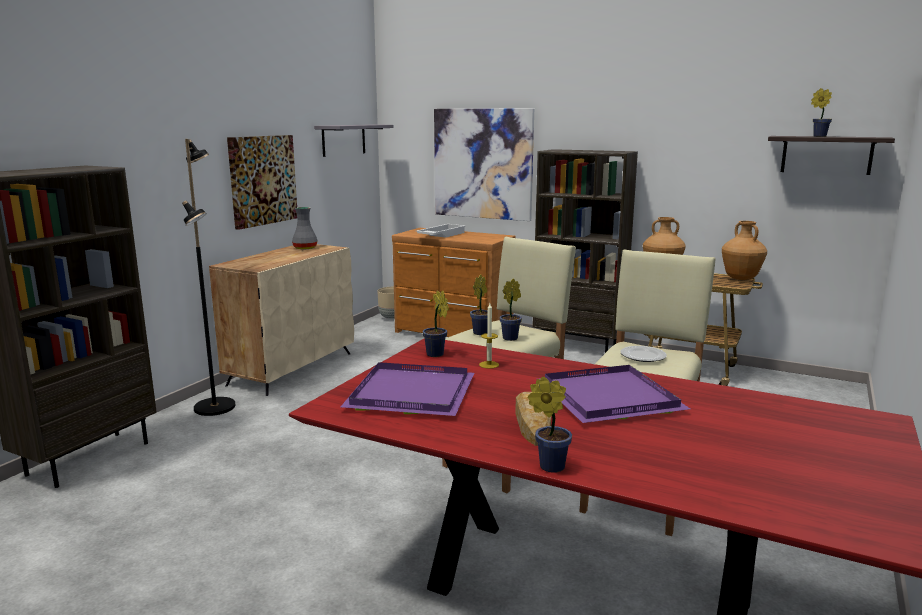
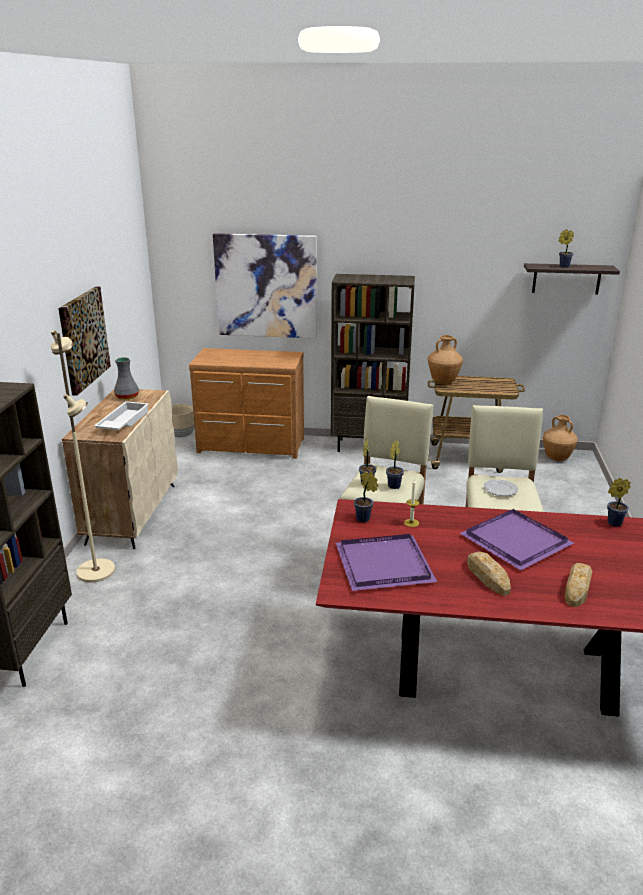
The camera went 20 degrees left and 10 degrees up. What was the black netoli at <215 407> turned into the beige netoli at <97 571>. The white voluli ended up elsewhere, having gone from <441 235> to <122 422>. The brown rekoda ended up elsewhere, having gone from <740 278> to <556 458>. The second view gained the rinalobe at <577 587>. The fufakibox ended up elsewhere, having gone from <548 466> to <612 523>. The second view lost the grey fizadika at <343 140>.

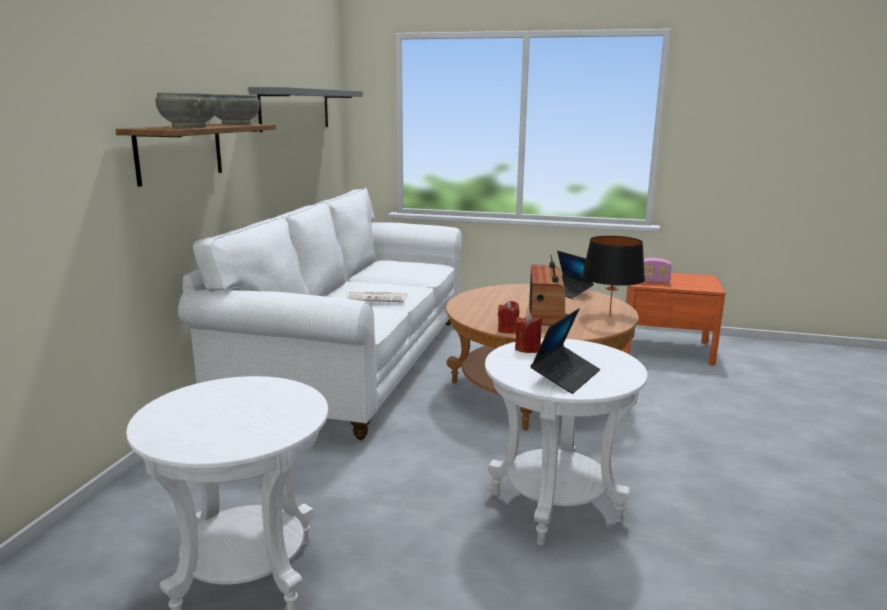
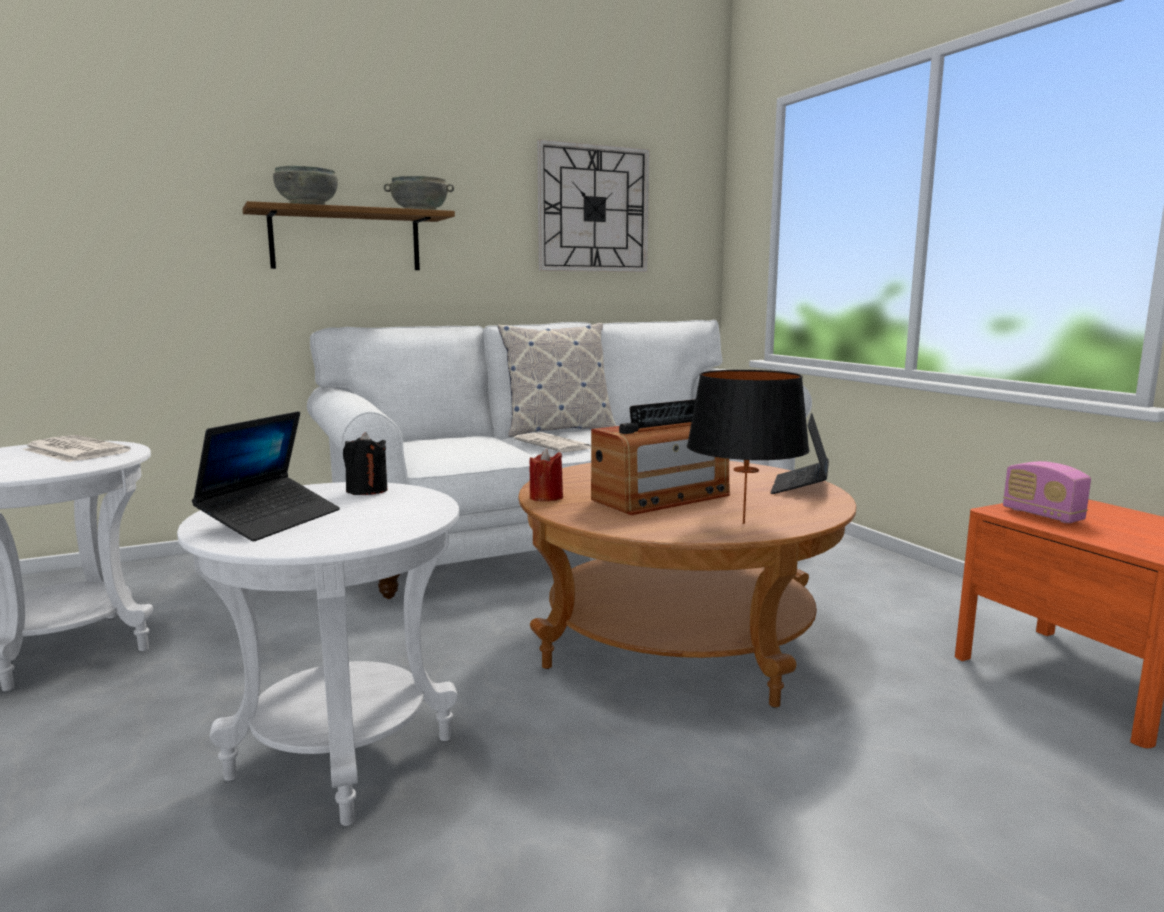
The camera went 50 degrees right and 5 degrees down. The second view gained the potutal at <74 450>. The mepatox at <565 376> ended up facing another way, 60 degrees counterclockwise from before. What was the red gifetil at <527 349> turned into the black gifetil at <367 490>. The second view gained the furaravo at <558 430>. Where the grey fizadika hung at <295 109>, the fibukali came to hang at <593 209>.

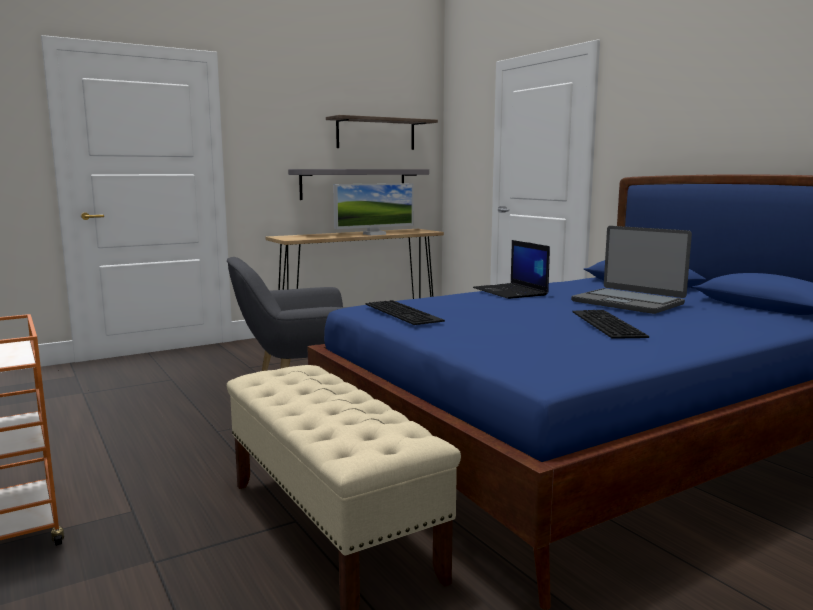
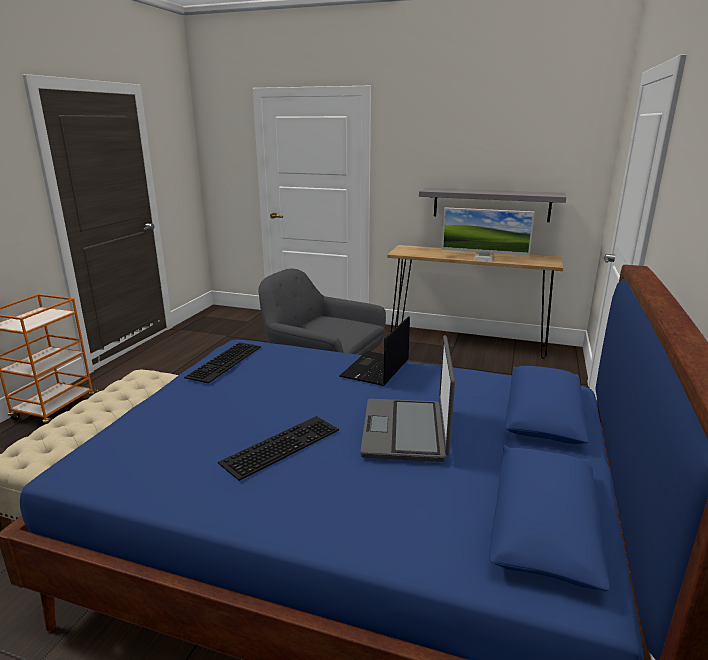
The camera went 50 degrees right and 10 degrees up. The second view lost the fizadika at <376 134>.

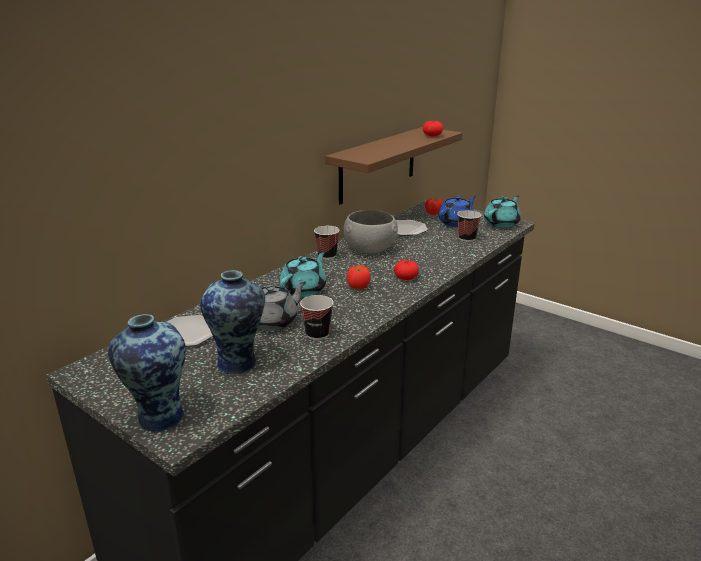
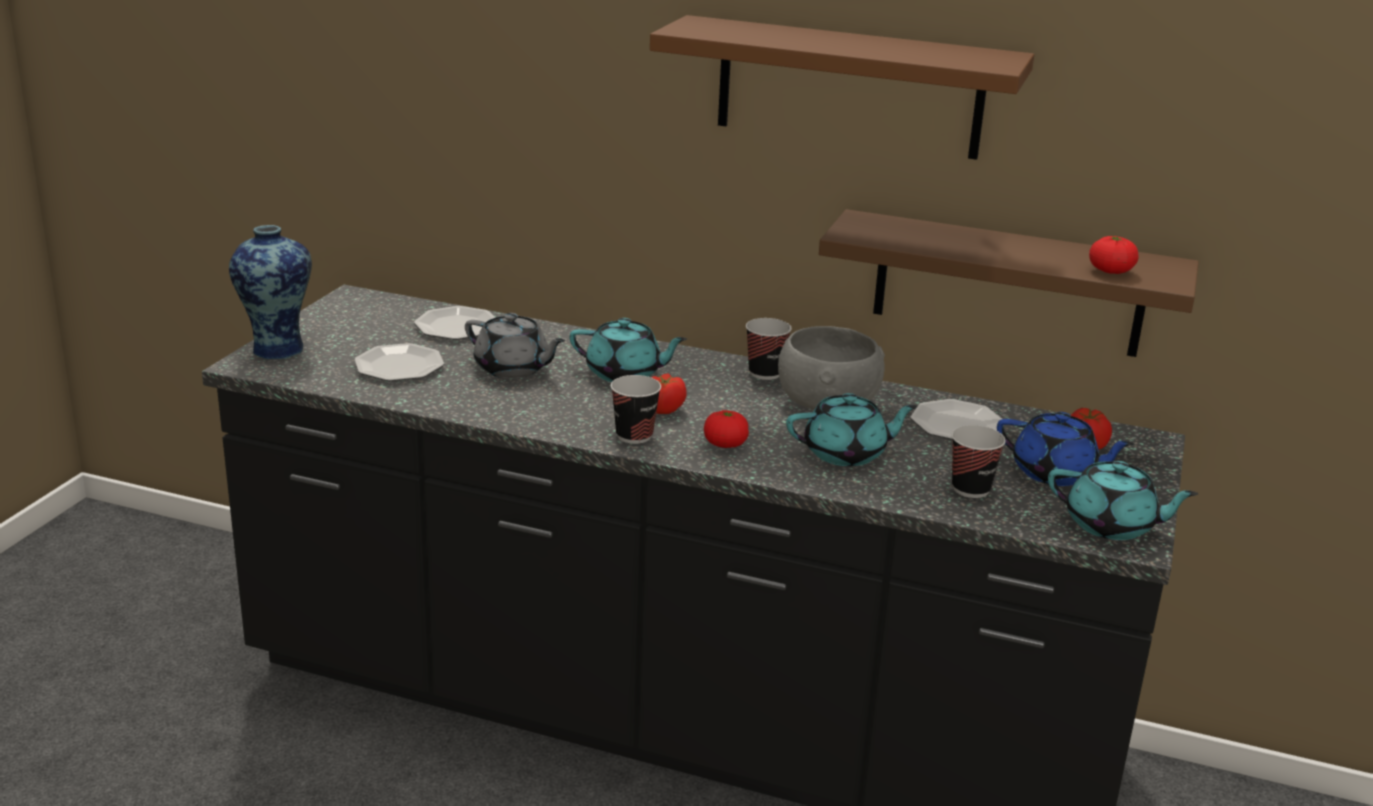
The camera went 70 degrees right and 0 degrees up. Where the rekoda stood at <239 363>, the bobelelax came to stand at <399 367>. The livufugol ended up elsewhere, having gone from <317 334> to <634 435>. The second view gained the brown fizadika at <849 88>. The second view gained the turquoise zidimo at <846 453>.

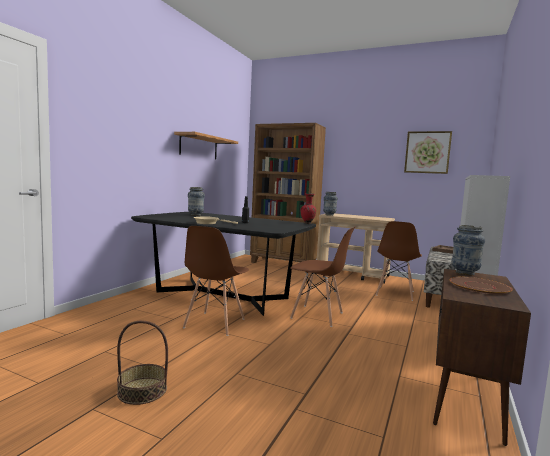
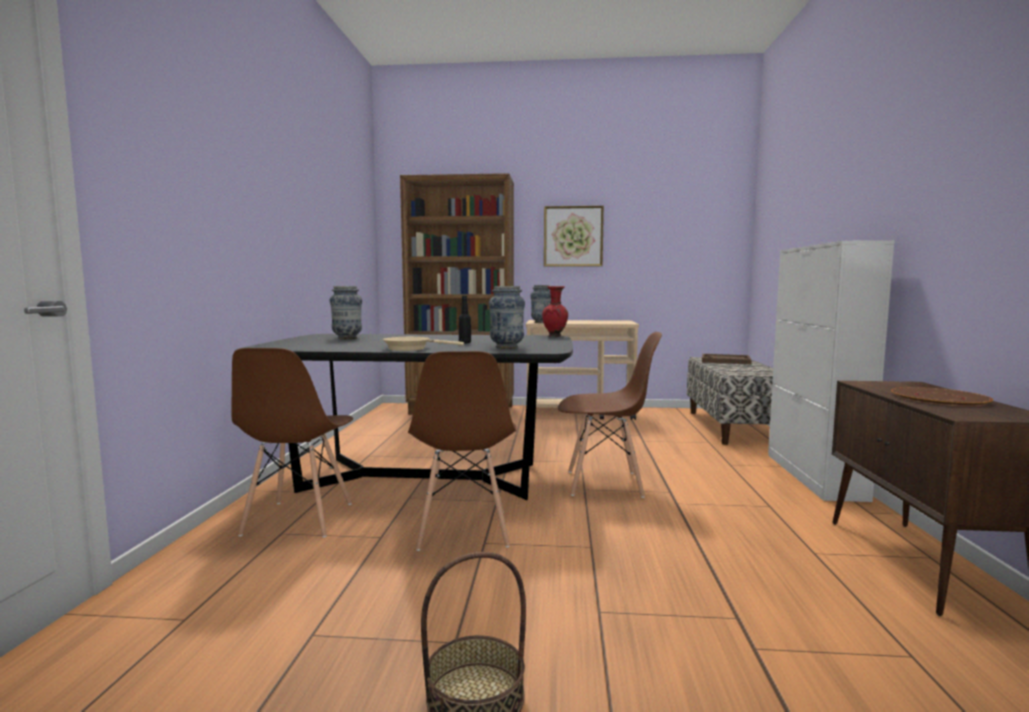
The camera went 20 degrees left and 0 degrees up. The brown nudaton ended up elsewhere, having gone from <395 293> to <298 519>. The rekoda ended up elsewhere, having gone from <465 273> to <507 347>. The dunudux ended up elsewhere, having gone from <427 152> to <573 236>. The second view lost the fizadika at <199 147>.

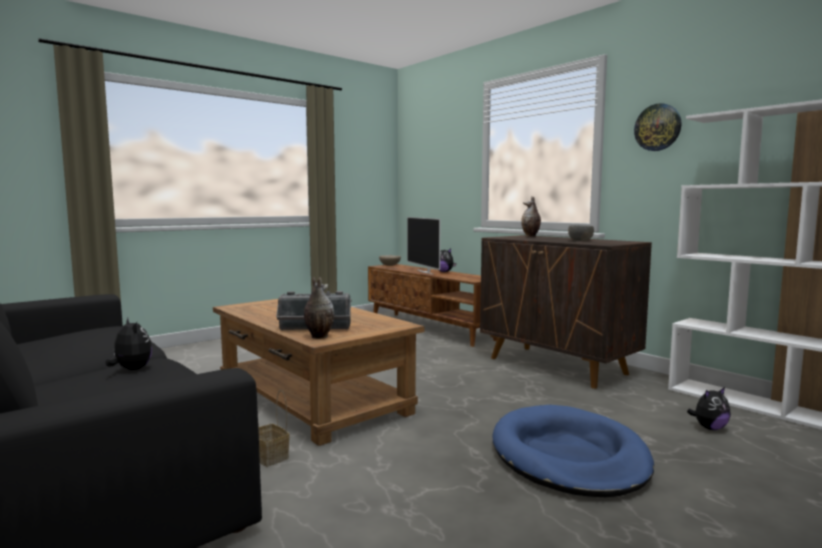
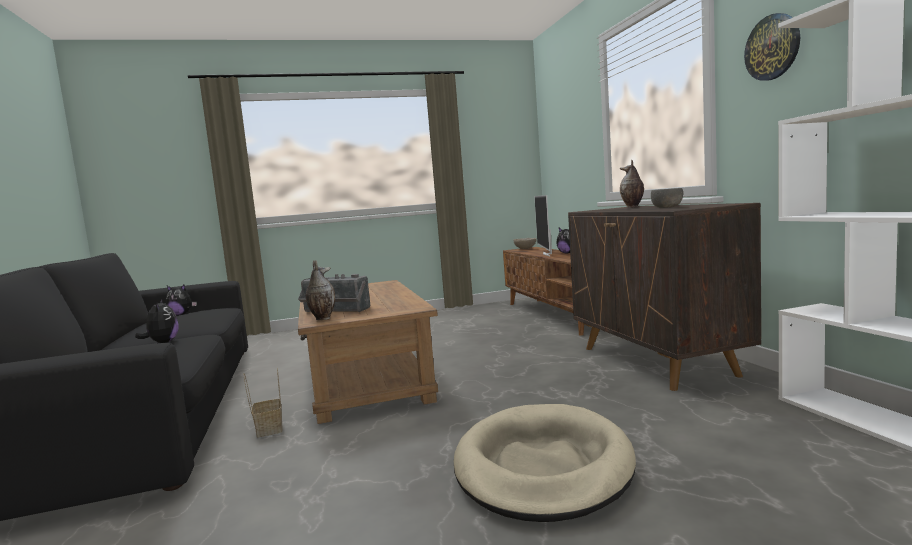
The camera went 25 degrees right and 0 degrees up. The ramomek ended up elsewhere, having gone from <709 428> to <181 314>. What was the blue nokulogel at <568 456> turned into the beige nokulogel at <543 466>.

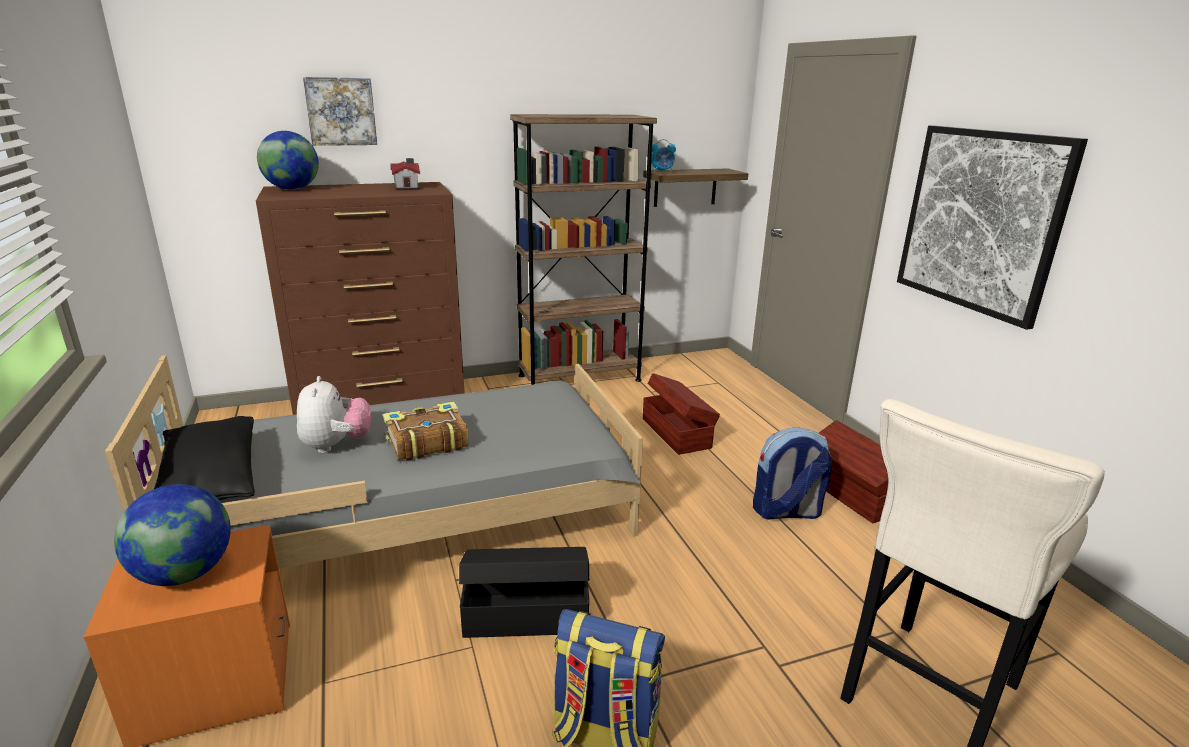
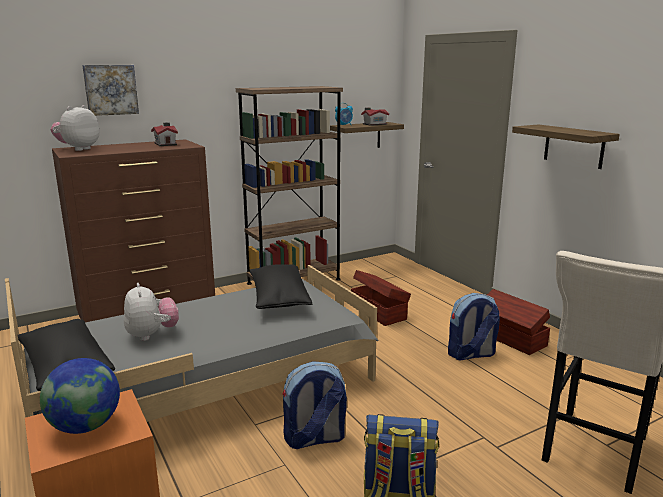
The camera went 10 degrees left and 5 degrees down. Where the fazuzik stood at <292 189>, the ramomek came to stand at <78 149>. The second view gained the black furaravo at <279 299>. Where the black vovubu stood at <525 613>, the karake came to stand at <314 439>. The second view gained the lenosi at <374 124>. Where the dunudux hung at <980 221>, the fizadika came to hang at <574 146>. The second view lost the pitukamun at <426 442>.

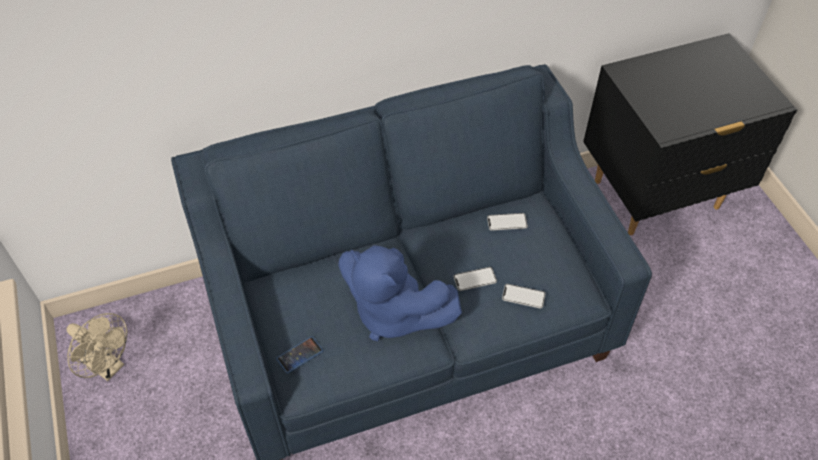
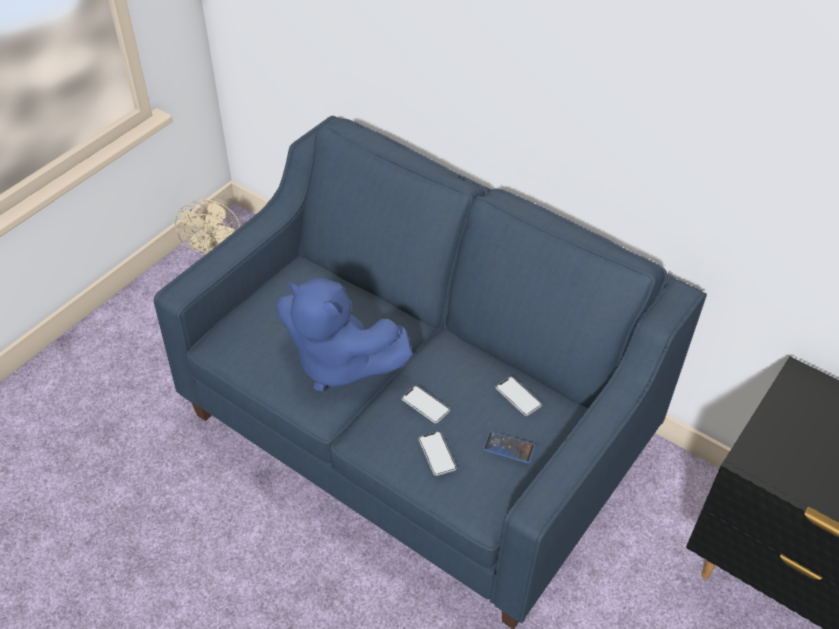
The camera went 55 degrees right and 5 degrees down. The blue ramomek at <392 312> ended up facing another way, 60 degrees counterclockwise from before. The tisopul ended up elsewhere, having gone from <300 355> to <508 448>.

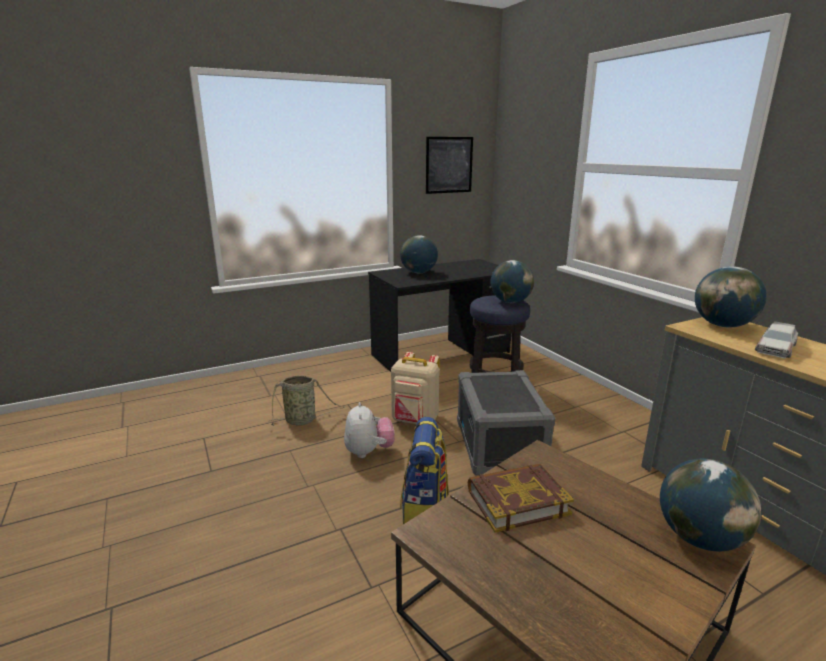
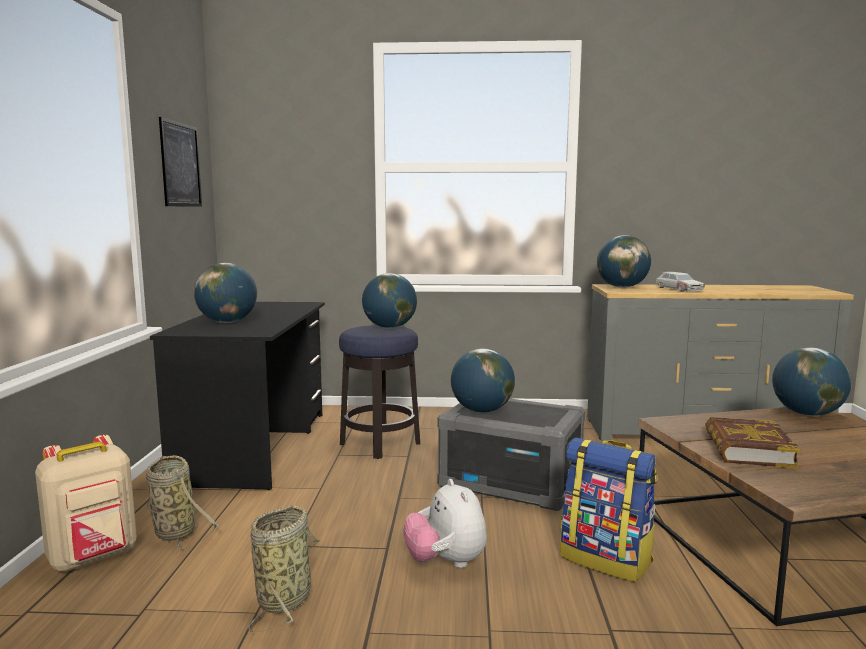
The camera went 60 degrees left and 10 degrees down. The beige karake ended up elsewhere, having gone from <415 421> to <94 558>. The second view gained the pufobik at <174 531>. The ramomek at <369 452> ended up facing another way, 135 degrees counterclockwise from before. The second view gained the fazuzik at <482 411>.

